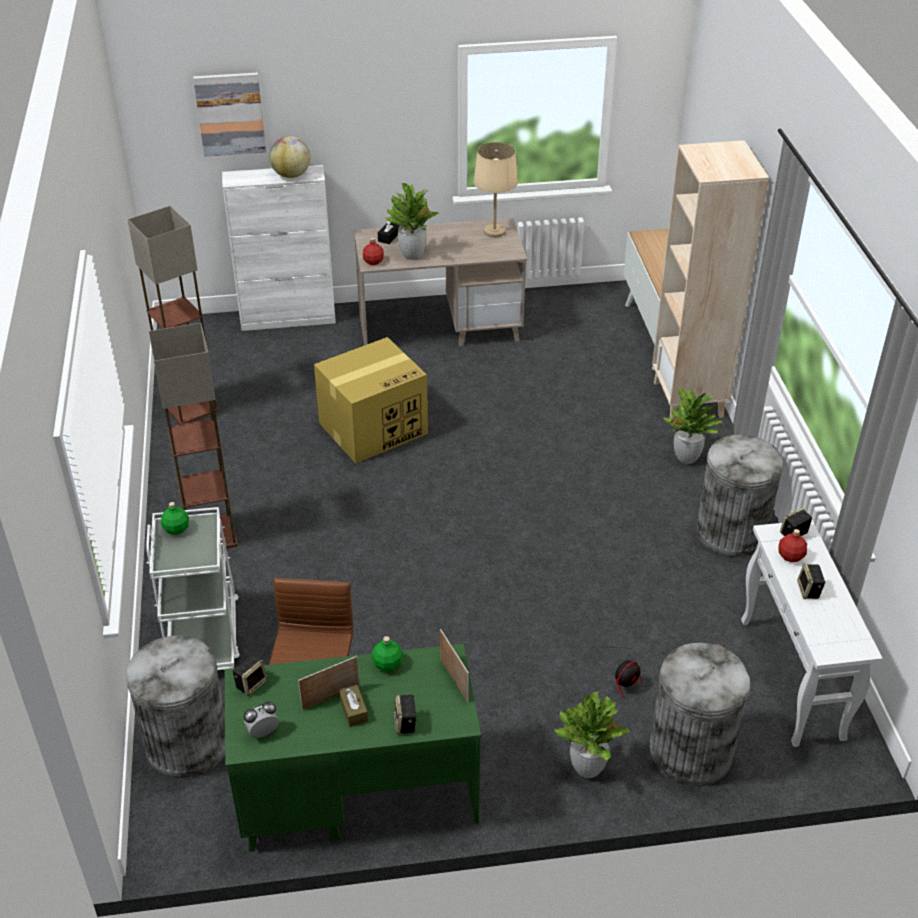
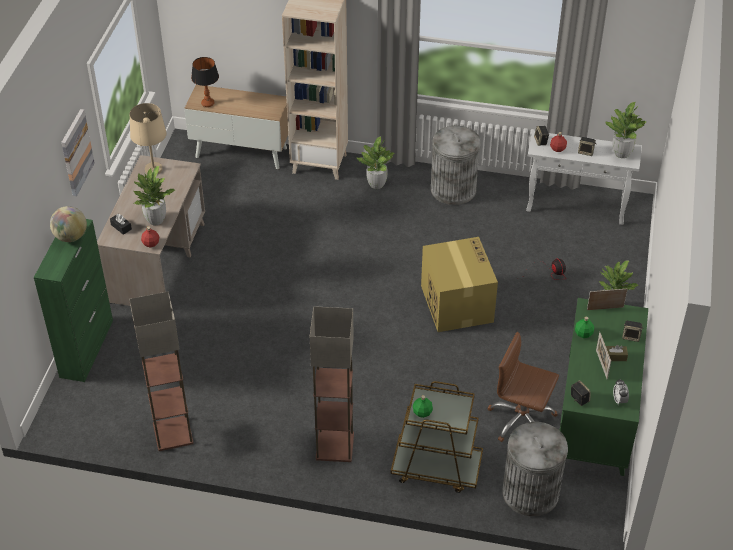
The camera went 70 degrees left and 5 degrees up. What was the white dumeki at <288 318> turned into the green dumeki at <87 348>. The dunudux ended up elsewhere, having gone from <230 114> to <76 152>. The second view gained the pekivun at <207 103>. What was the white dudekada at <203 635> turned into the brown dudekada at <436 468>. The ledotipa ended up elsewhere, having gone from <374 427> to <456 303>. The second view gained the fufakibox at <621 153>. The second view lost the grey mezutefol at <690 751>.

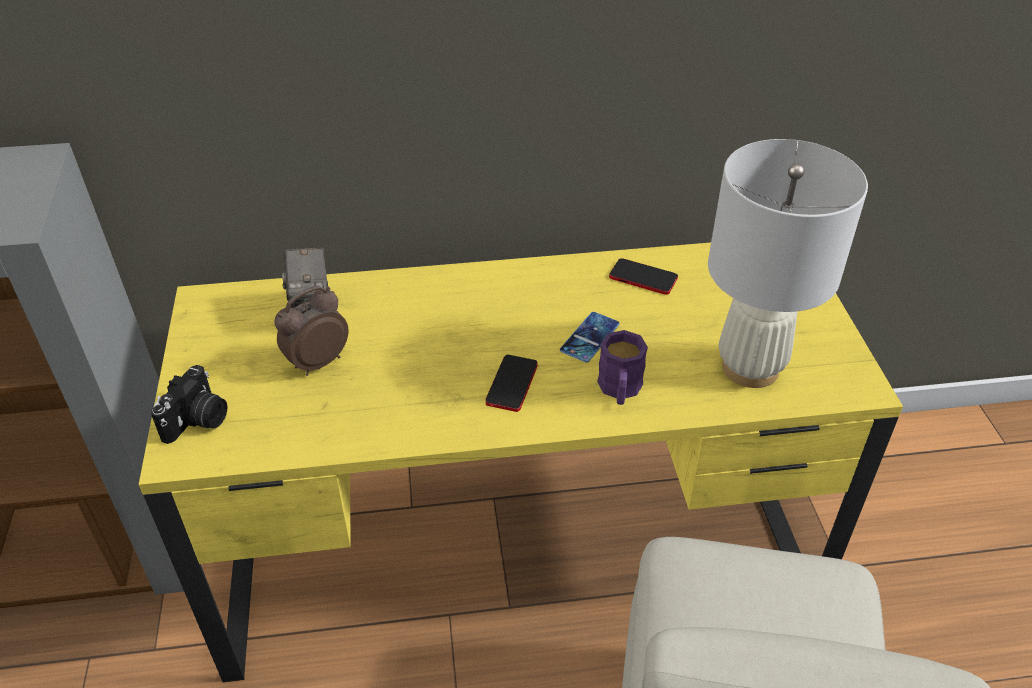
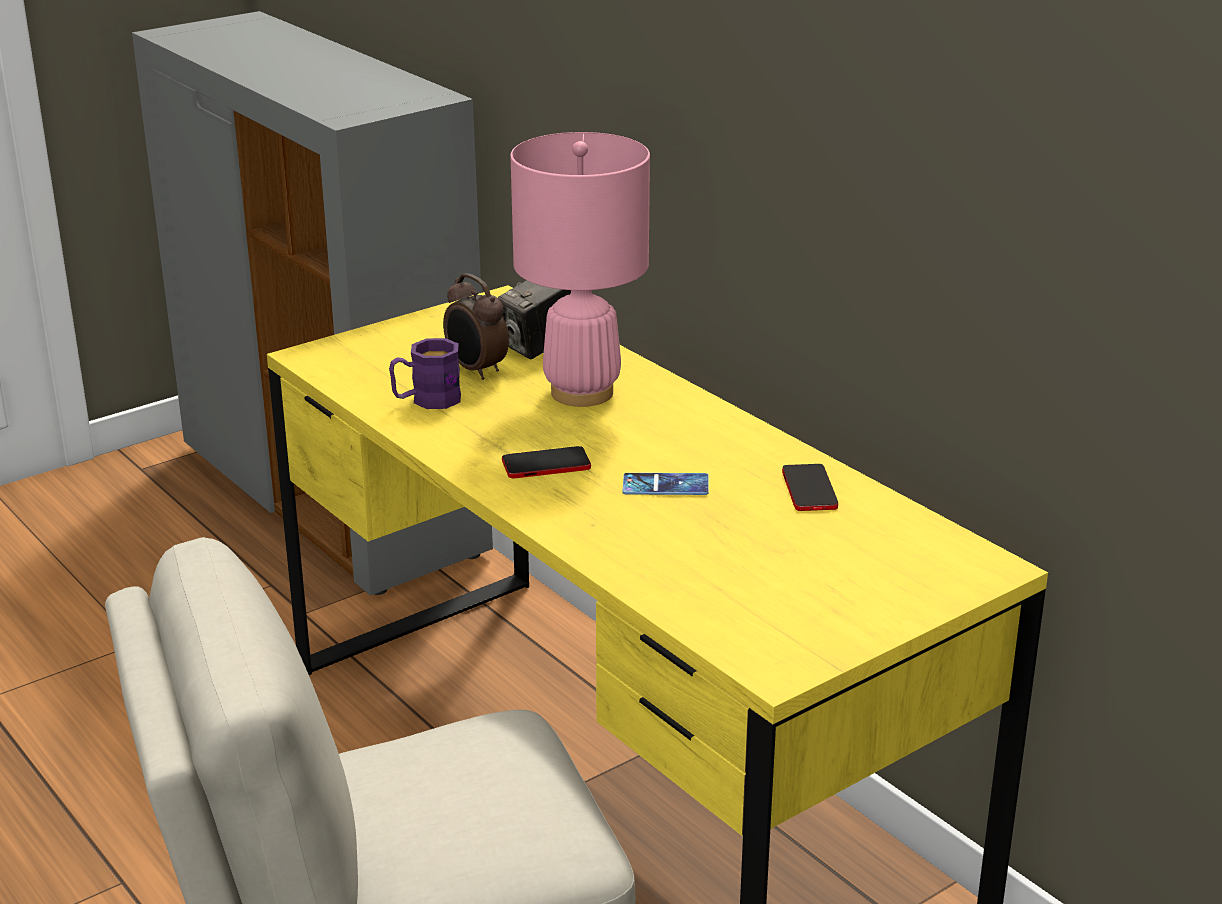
The camera went 60 degrees right and 15 degrees down. The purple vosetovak ended up elsewhere, having gone from <620 390> to <426 400>. The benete at <317 362> ended up facing another way, 150 degrees counterclockwise from before. The second view gained the pink pekivun at <582 392>. The second view lost the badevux at <198 421>. The second view lost the white pekivun at <749 367>.

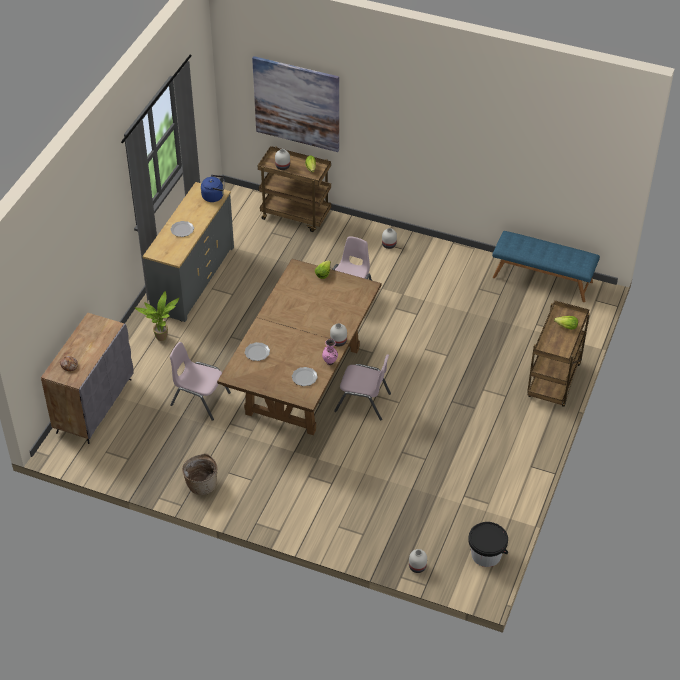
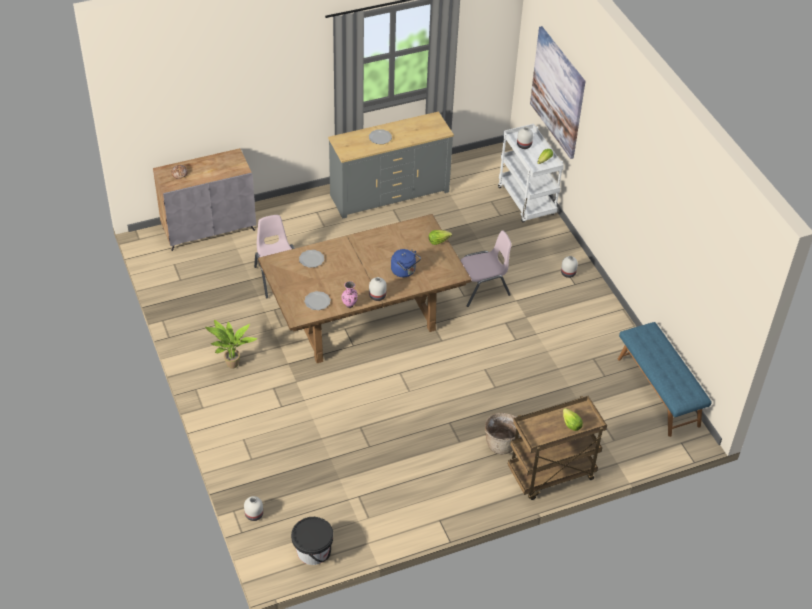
The camera went 45 degrees right and 0 degrees up. The fufakibox ended up elsewhere, having gone from <162 339> to <232 366>. The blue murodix ended up elsewhere, having gone from <214 196> to <404 271>. The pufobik ended up elsewhere, having gone from <201 484> to <501 443>. What was the brown dudekada at <296 215> turned into the white dudekada at <527 202>. The second view lost the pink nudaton at <363 402>.

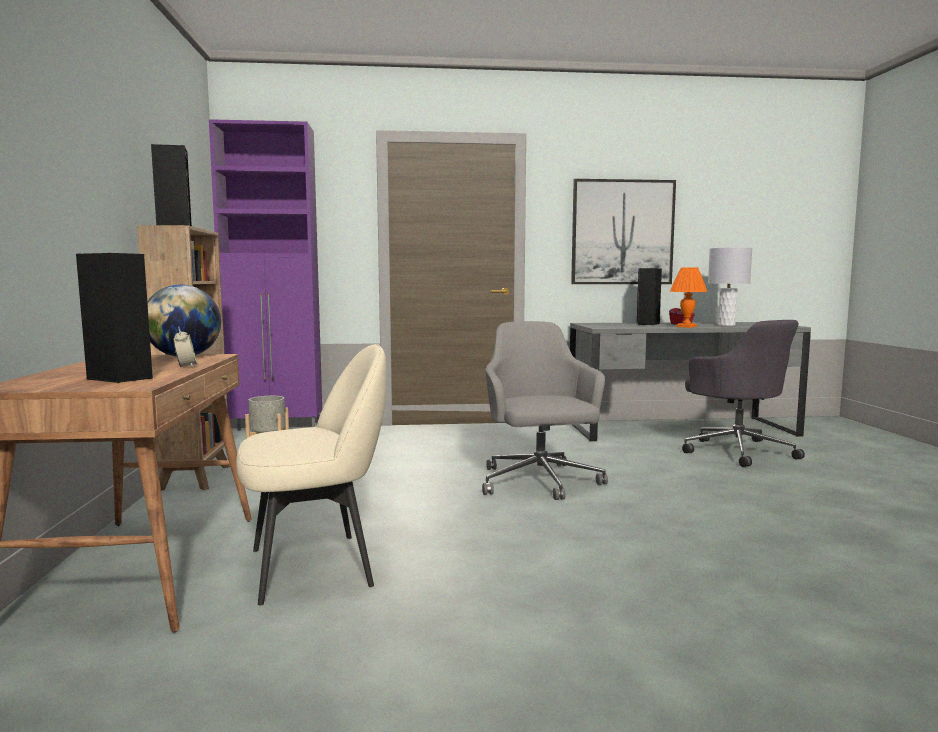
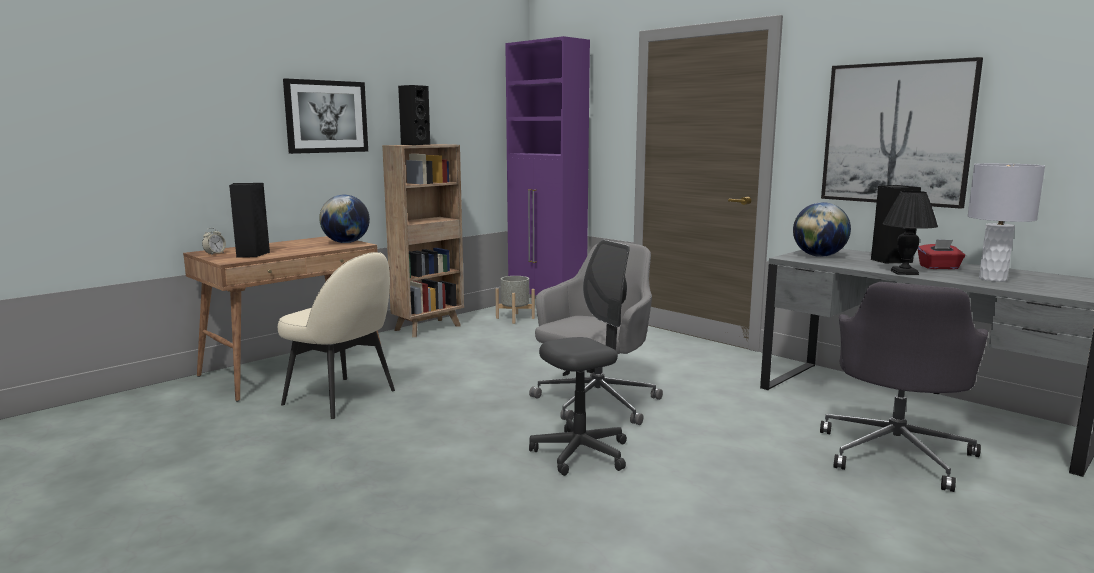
The camera went 50 degrees right and 5 degrees up. The benete ended up elsewhere, having gone from <186 366> to <215 254>. The second view gained the dunudux at <326 116>. The second view gained the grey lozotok at <581 453>. The second view gained the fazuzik at <819 256>. What was the orange pekivun at <686 327> turned into the black pekivun at <904 273>.

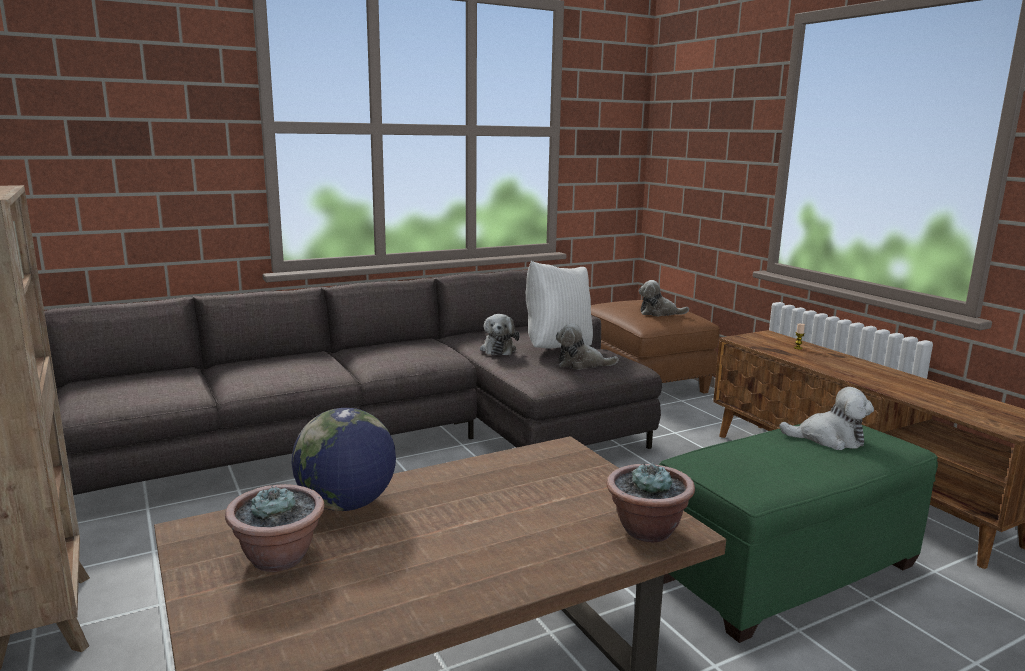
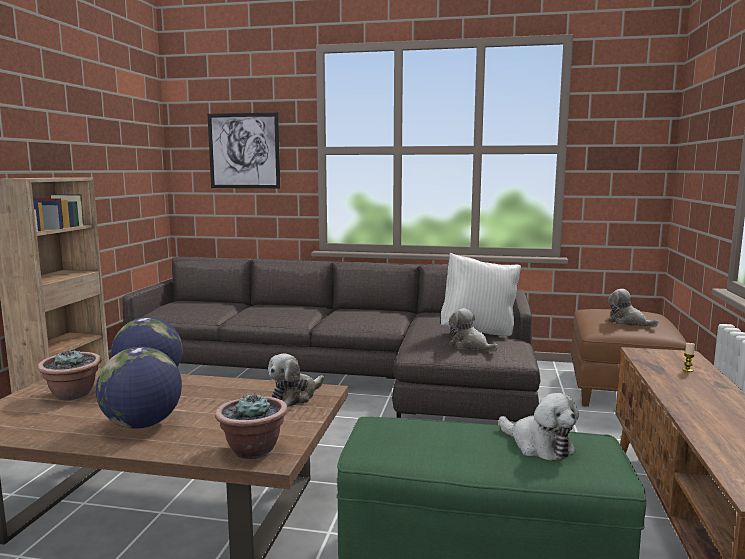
The camera went 40 degrees right and 5 degrees down. The second view gained the fazuzik at <142 424>. The second view gained the dunudux at <244 151>. The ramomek ended up elsewhere, having gone from <498 349> to <295 396>.

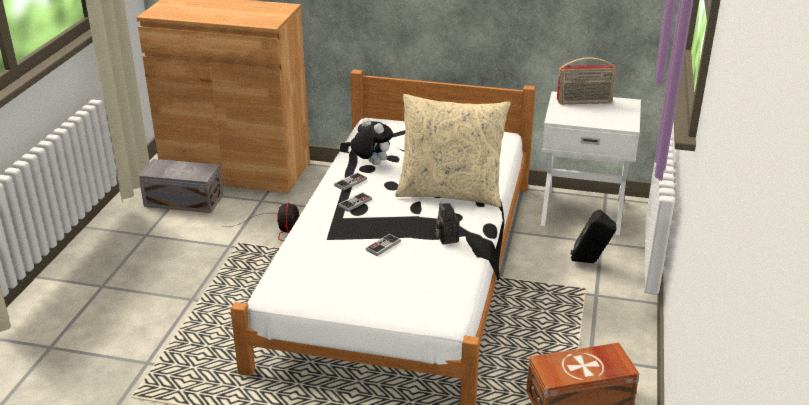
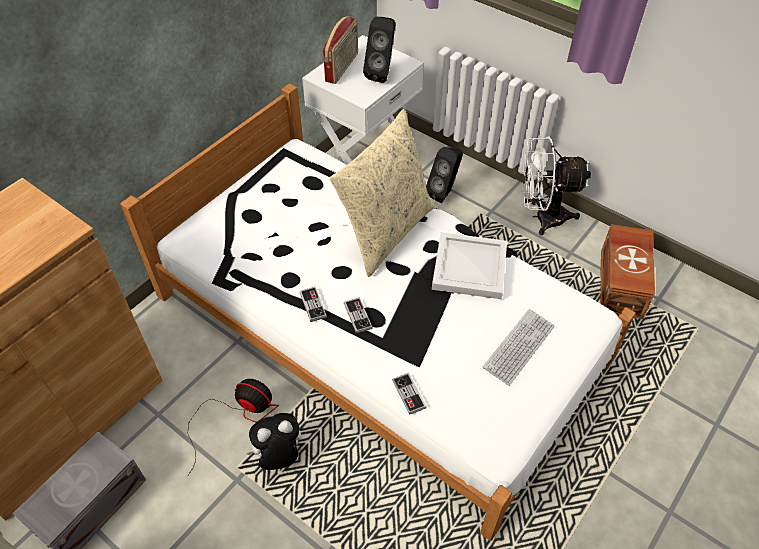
The camera went 65 degrees left and 20 degrees up. The ramomek ended up elsewhere, having gone from <371 163> to <279 456>. The second view gained the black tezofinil at <382 74>. The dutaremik ended up elsewhere, having gone from <383 246> to <408 394>. Where the badevux stood at <446 238>, the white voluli came to stand at <470 267>. The second view gained the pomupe at <519 347>. The second view gained the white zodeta at <542 217>.

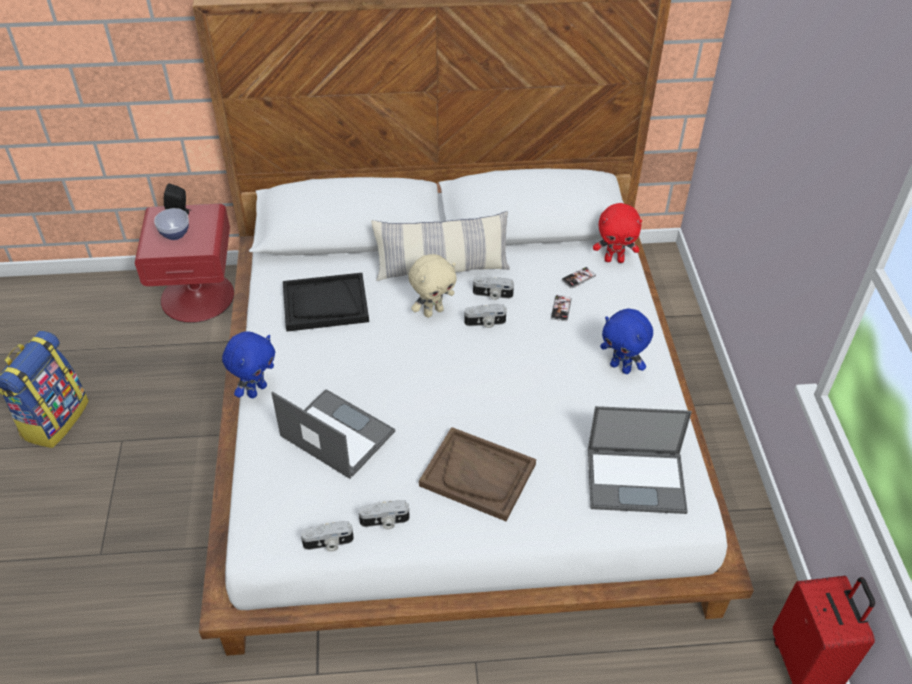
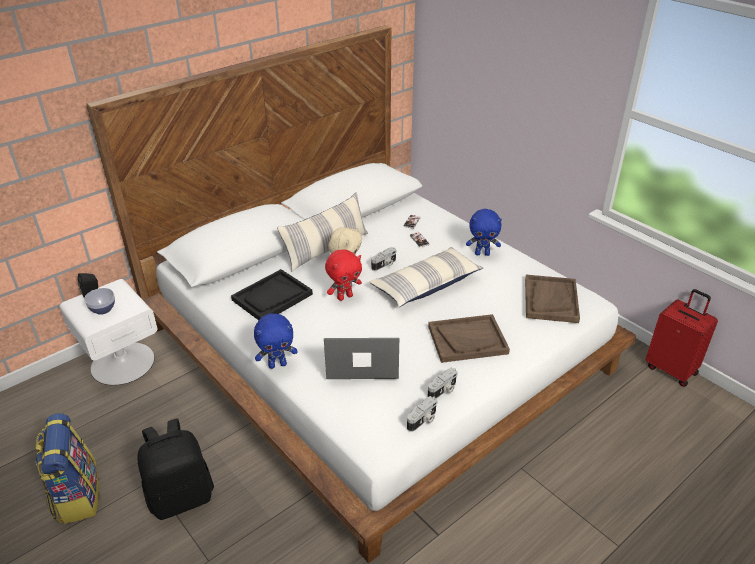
The camera went 35 degrees left and 10 degrees down. What was the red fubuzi at <197 296> turned into the white fubuzi at <122 362>. The second view gained the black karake at <181 497>. The blue ramomek at <256 390> ended up facing another way, 75 degrees clockwise from before. The red ramomek ended up elsewhere, having gone from <614 259> to <344 297>. The second view gained the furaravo at <426 285>. Where the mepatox stood at <637 480>, the brown voluli came to stand at <550 300>. The second view lost the badevux at <492 295>.

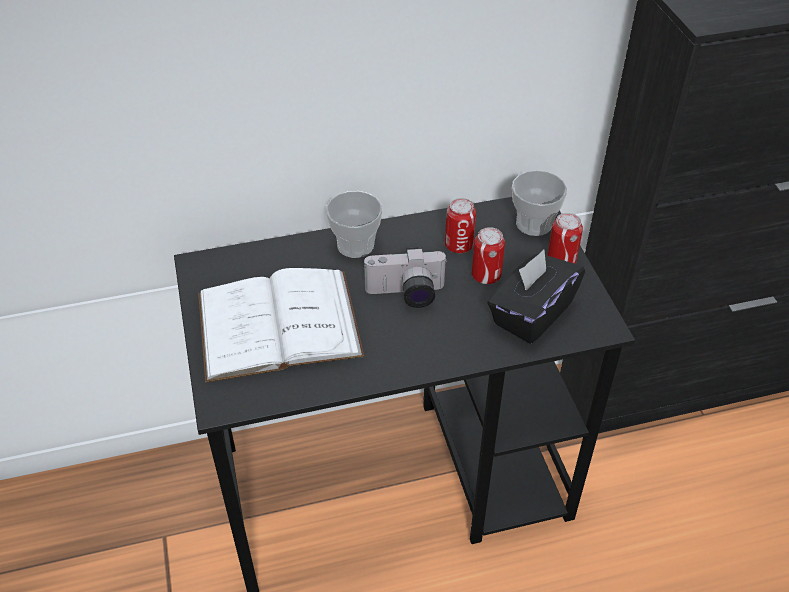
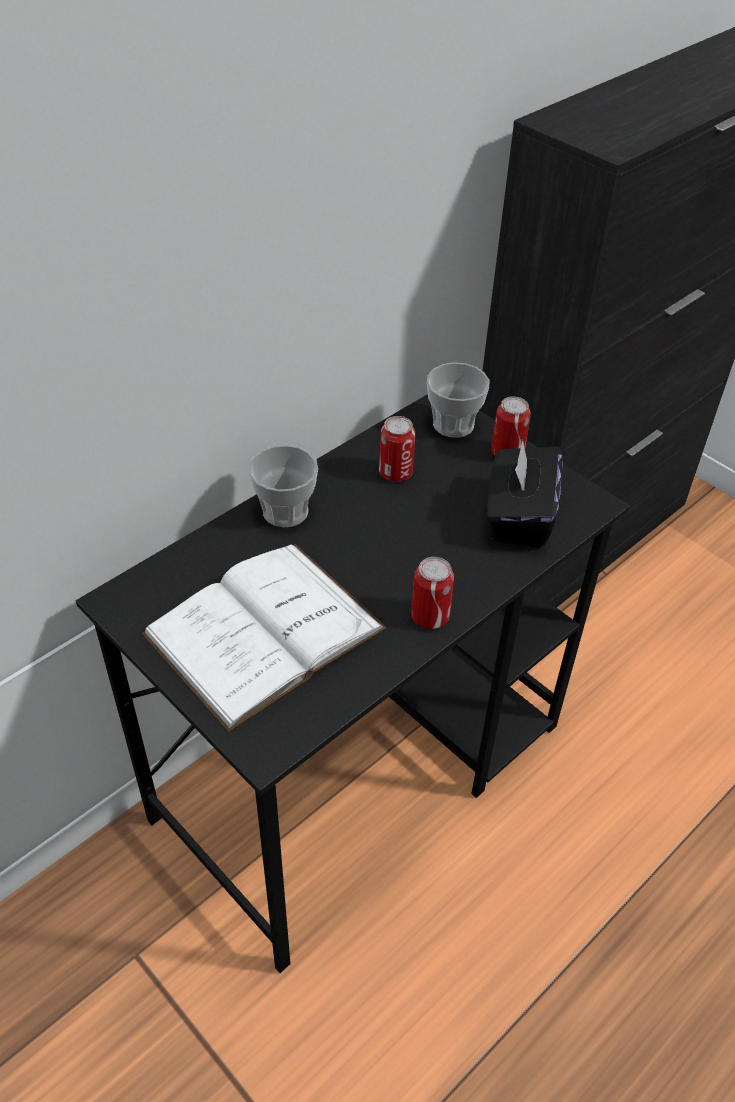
The camera went 30 degrees left and 0 degrees up. The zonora ended up elsewhere, having gone from <486 275> to <430 616>. The second view lost the badevux at <406 295>.

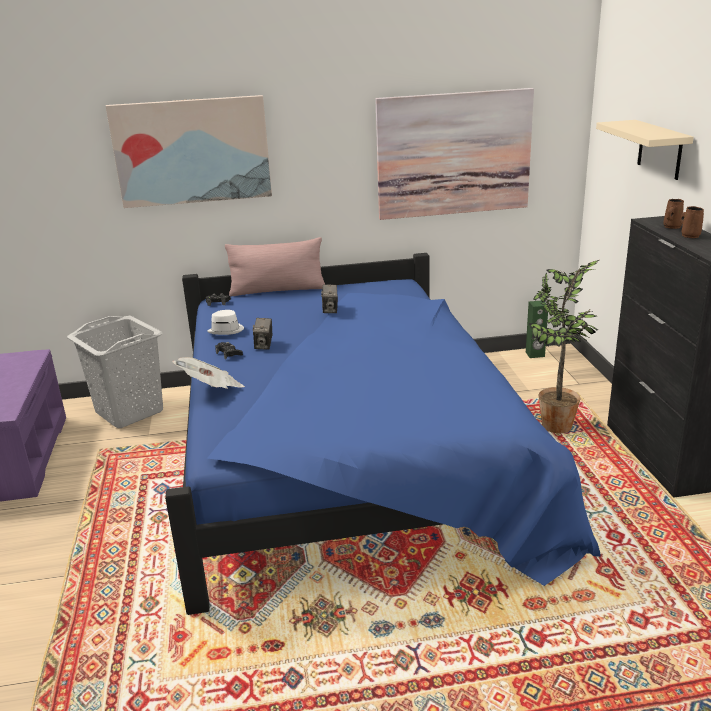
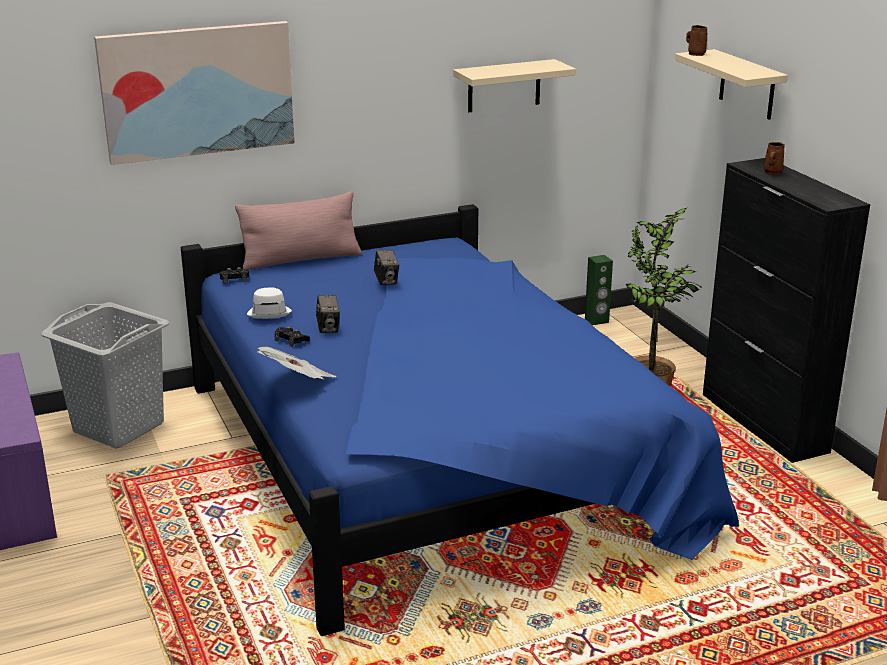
The camera went 15 degrees left and 0 degrees up. Where the dunudux hung at <454 154>, the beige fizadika came to hang at <504 86>. The brown vosetovak ended up elsewhere, having gone from <689 235> to <695 54>.

